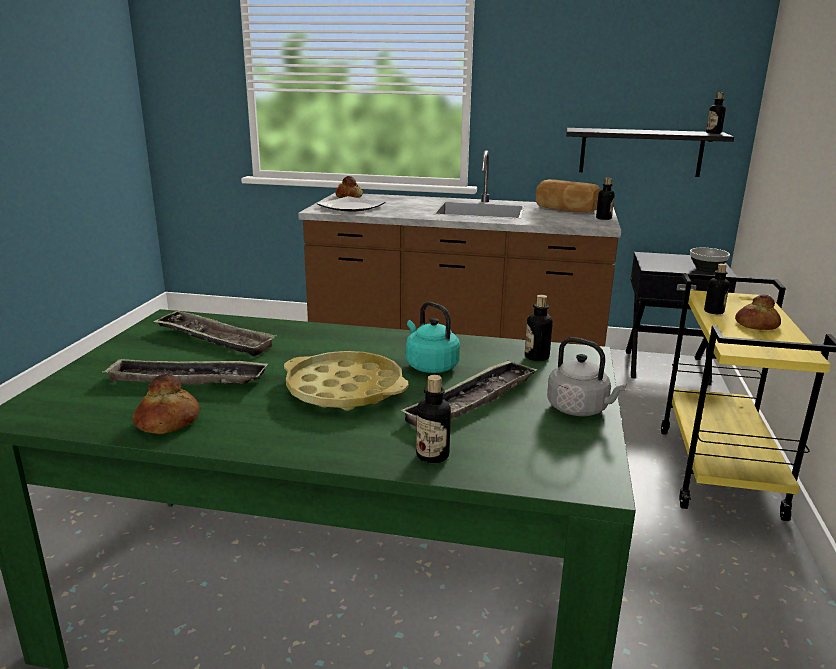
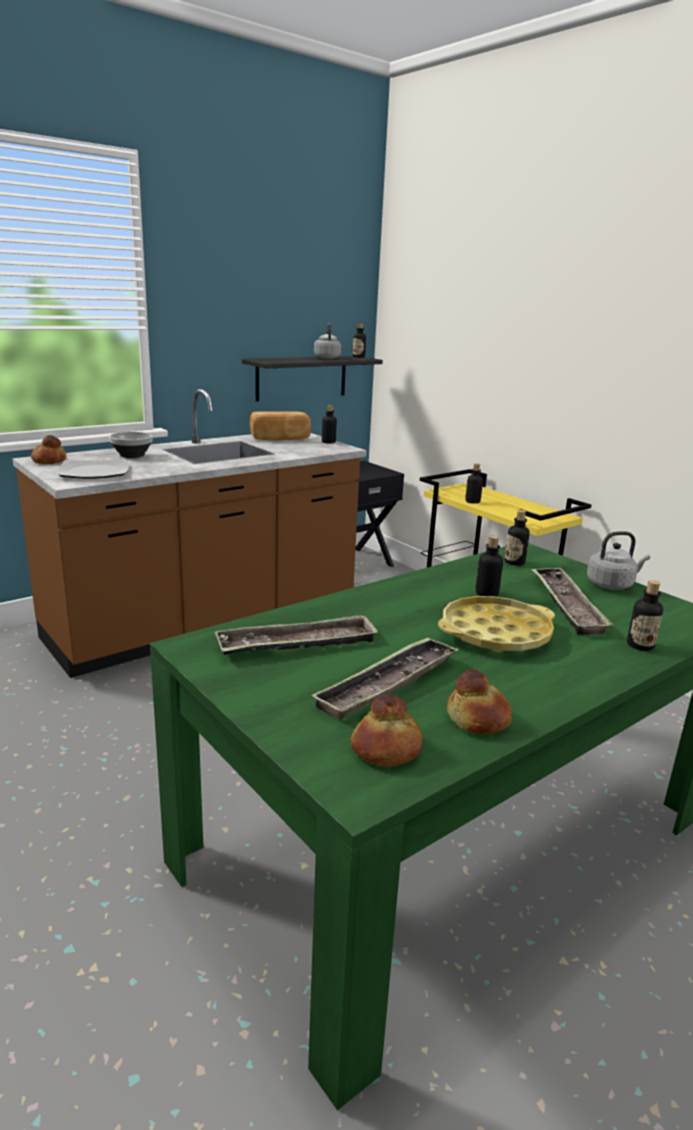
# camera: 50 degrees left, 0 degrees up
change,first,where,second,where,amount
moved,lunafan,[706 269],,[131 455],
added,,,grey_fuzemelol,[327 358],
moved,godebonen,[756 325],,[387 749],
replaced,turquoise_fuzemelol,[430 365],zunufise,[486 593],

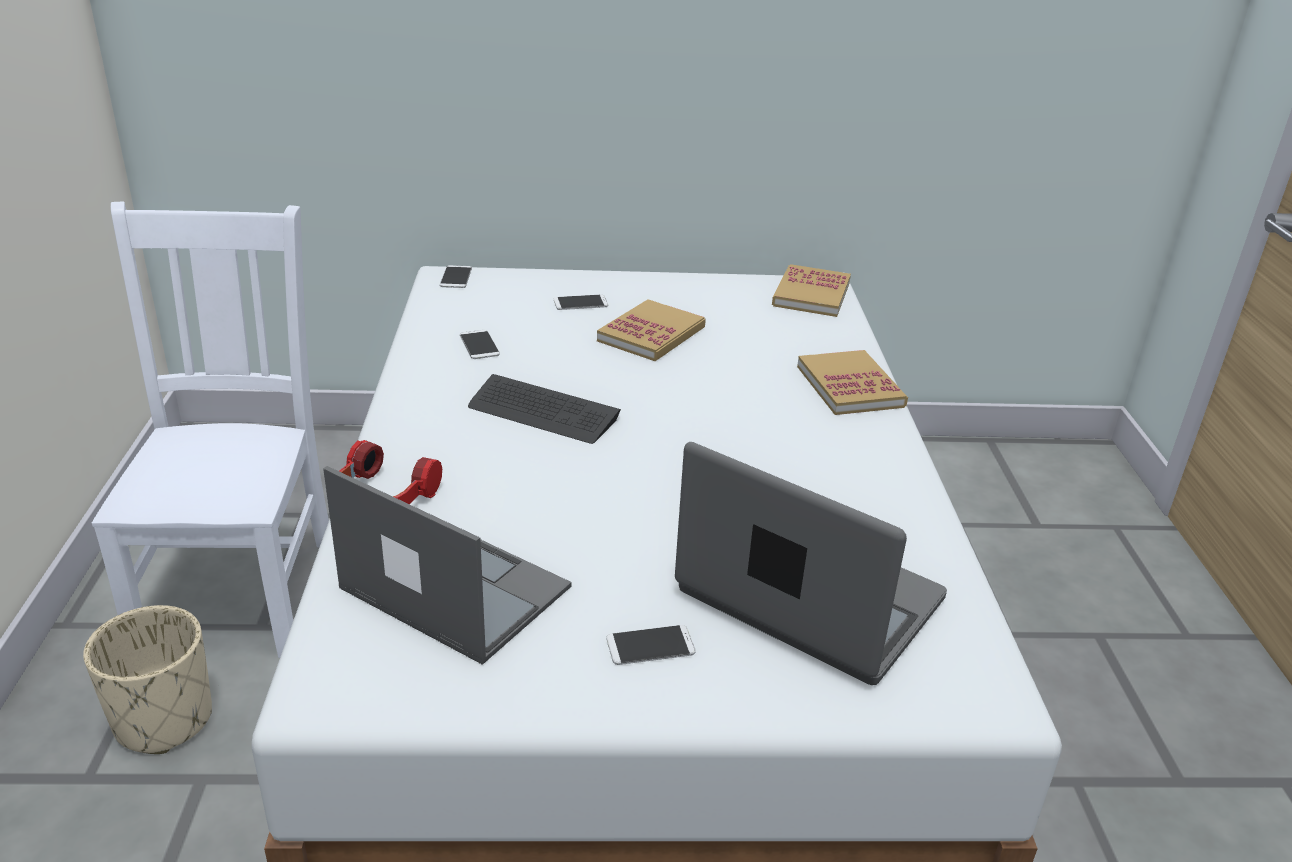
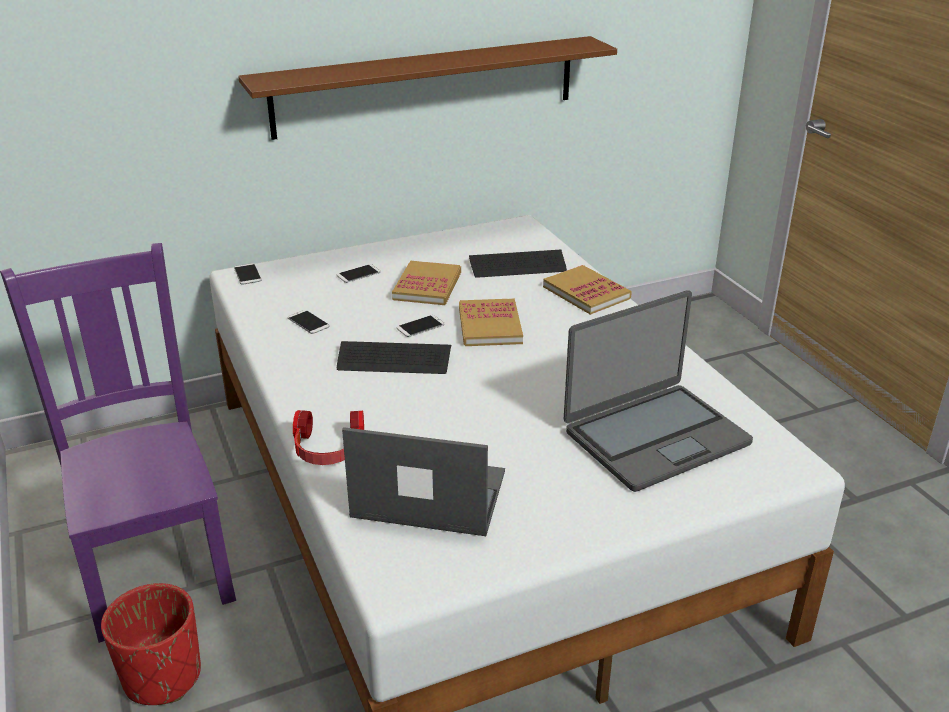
# camera: 20 degrees left, 0 degrees up
change,first,where,second,where,amount
recoloured,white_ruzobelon,[241 589],purple_ruzobelon,[155 564],
recoloured,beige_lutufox,[164 719],red_lutufox,[162 676],
added,,,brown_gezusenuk,[426 86],
moved,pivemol,[650 646],,[420 326],
moved,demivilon,[811 294],,[489 326],
added,,,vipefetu,[517 266],
turned,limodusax,[808 598],,[655 437],135 degrees clockwise

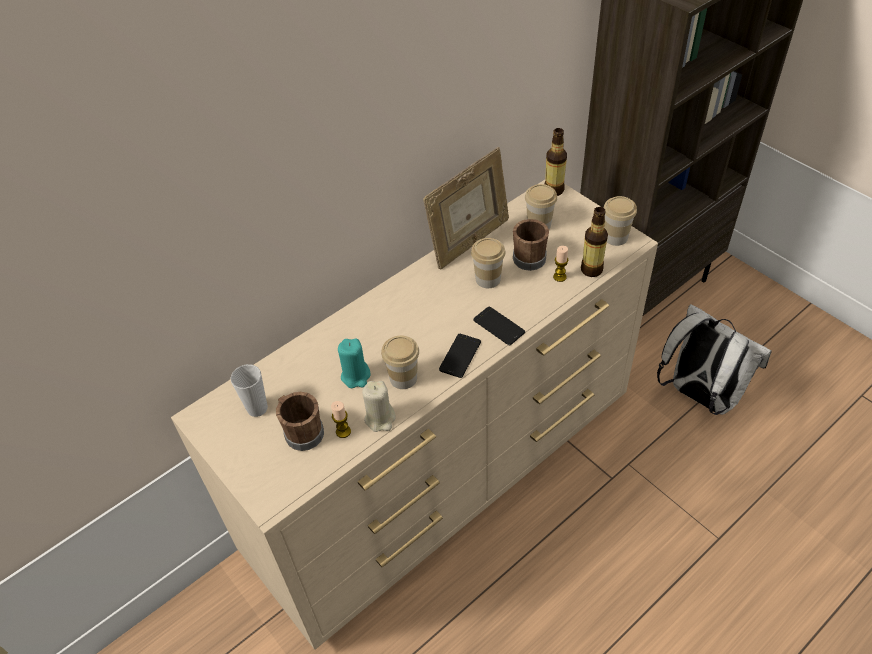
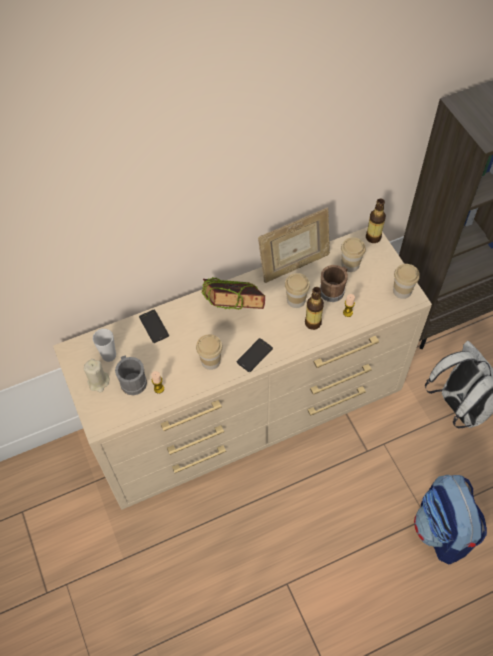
# camera: 15 degrees right, 10 degrees up
change,first,where,second,where,amount
moved,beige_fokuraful,[380 419],,[98 382],
recoloured,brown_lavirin,[301 431],grey_lavirin,[132 381],
moved,pivemol,[499 326],,[154 326],
added,,,demivilon,[233 311],
moved,zunufise,[591 269],,[313 323],
added,,,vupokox,[443 530],
removed,turquoise_fokuraful,[356 376],,,

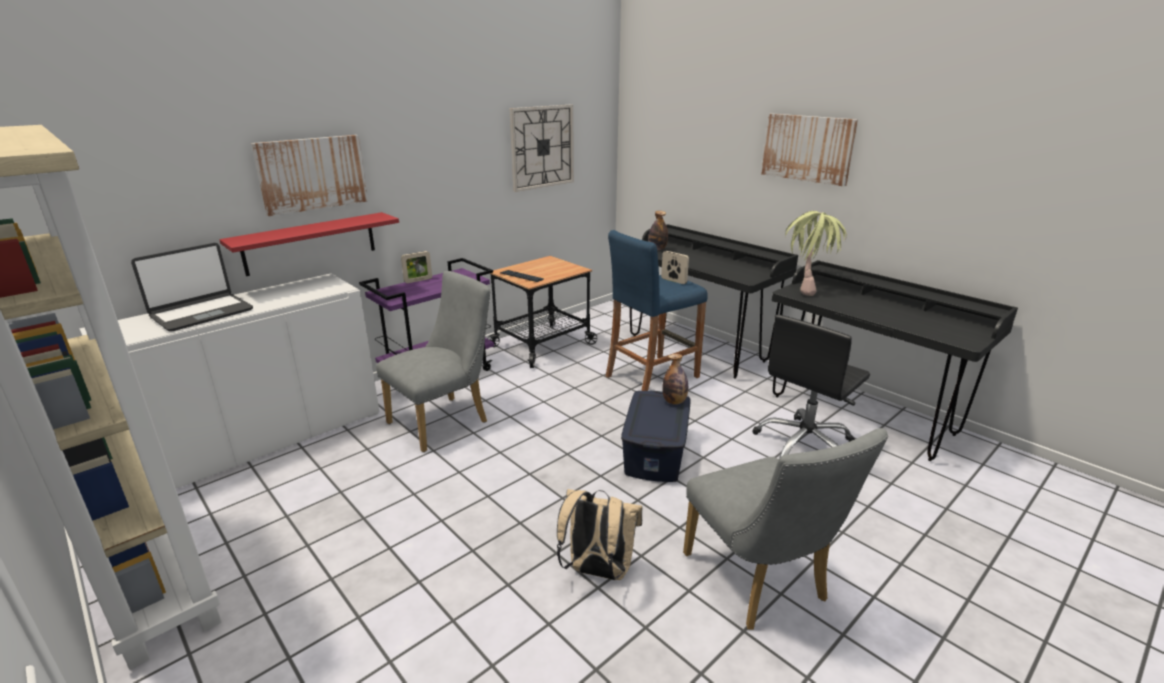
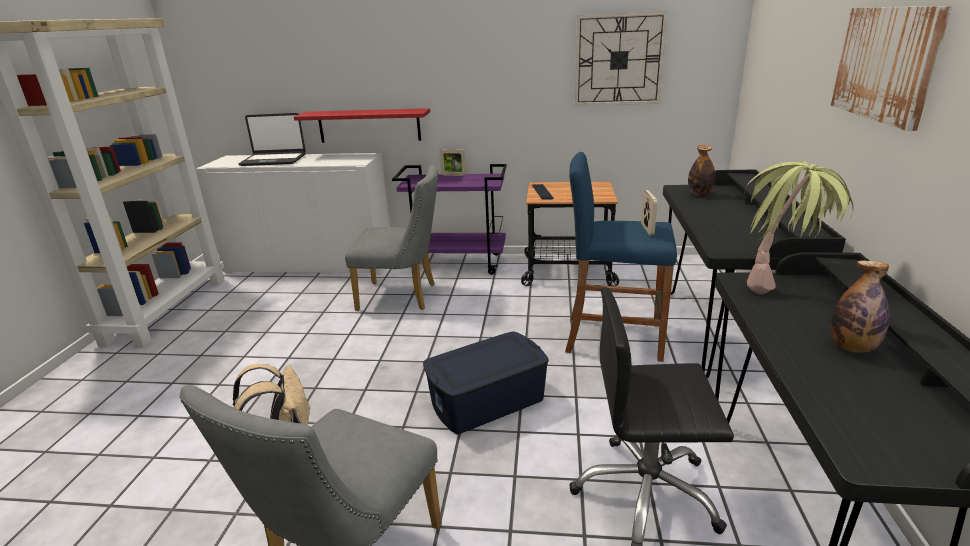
# camera: 50 degrees right, 0 degrees up
change,first,where,second,where,amount
moved,zunufise,[674 401],,[852 347],
removed,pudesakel,[312 173],,,

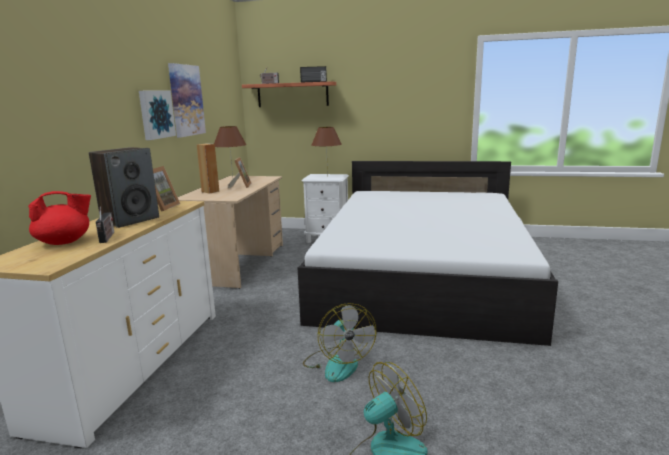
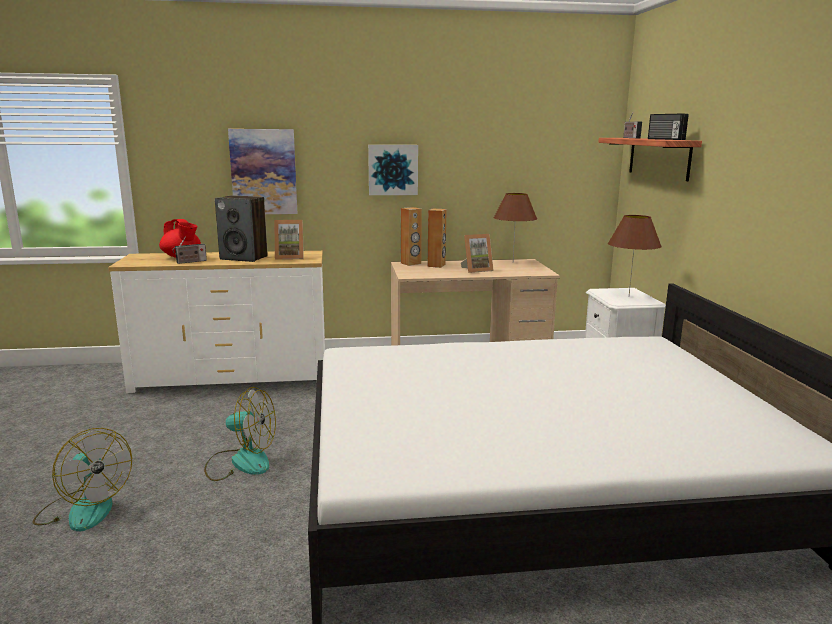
# camera: 70 degrees right, 0 degrees up
change,first,where,second,where,amount
turned,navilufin,[338 363],,[241 462],135 degrees counterclockwise
moved,pudesakel,[186 100],,[263 172],
added,,,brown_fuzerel,[411 263],

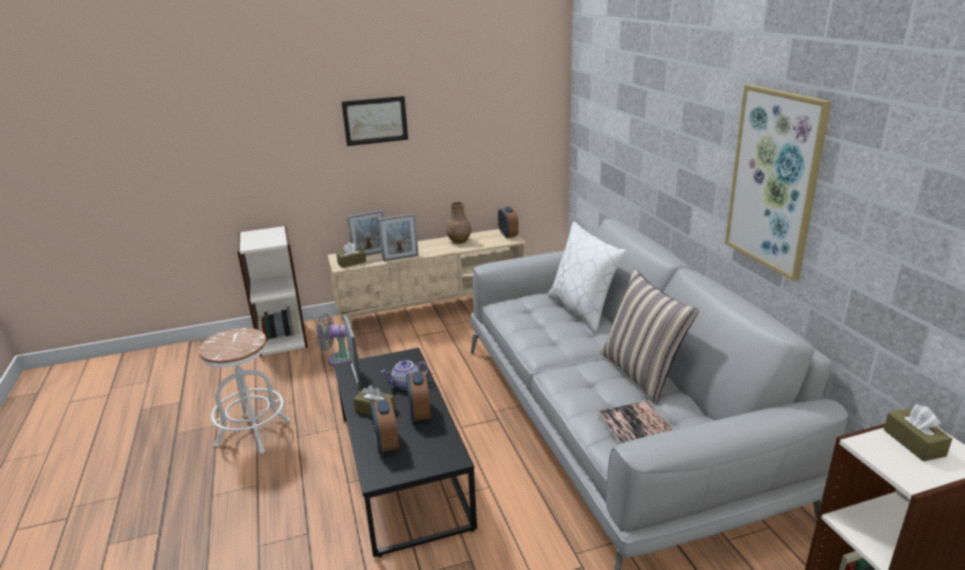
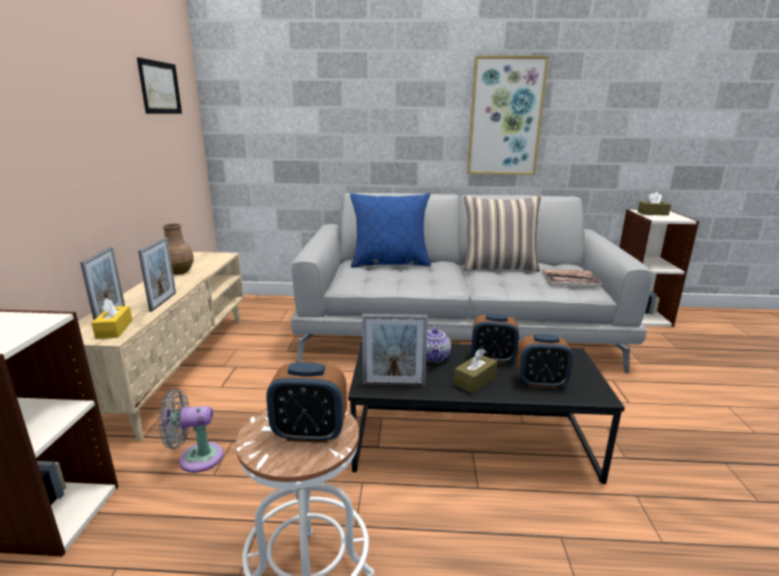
# camera: 70 degrees left, 5 degrees down
change,first,where,second,where,amount
recoloured,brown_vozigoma,[352 262],yellow_vozigoma,[114 329],
moved,pudesakel,[375 120],,[160 87],
turned,grey_navilufin,[338 359],,[196 458],60 degrees clockwise
moved,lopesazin,[508 235],,[309 433],
recoloured,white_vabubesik,[583 309],blue_vabubesik,[390 263],

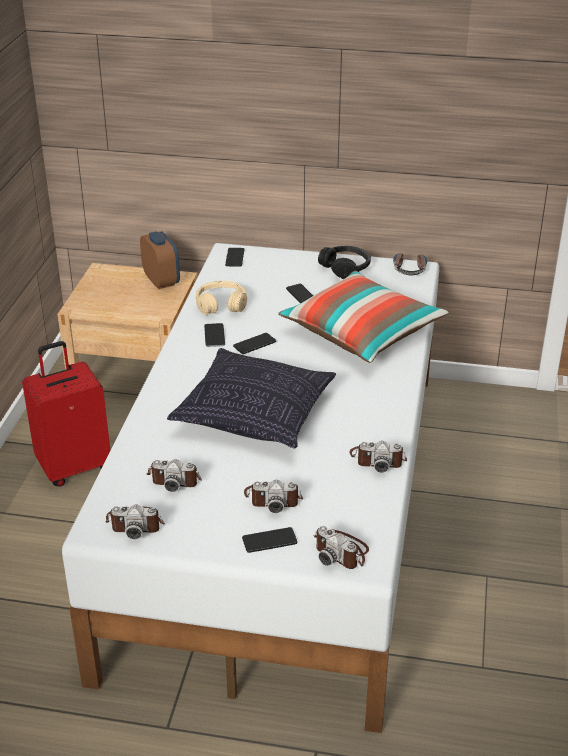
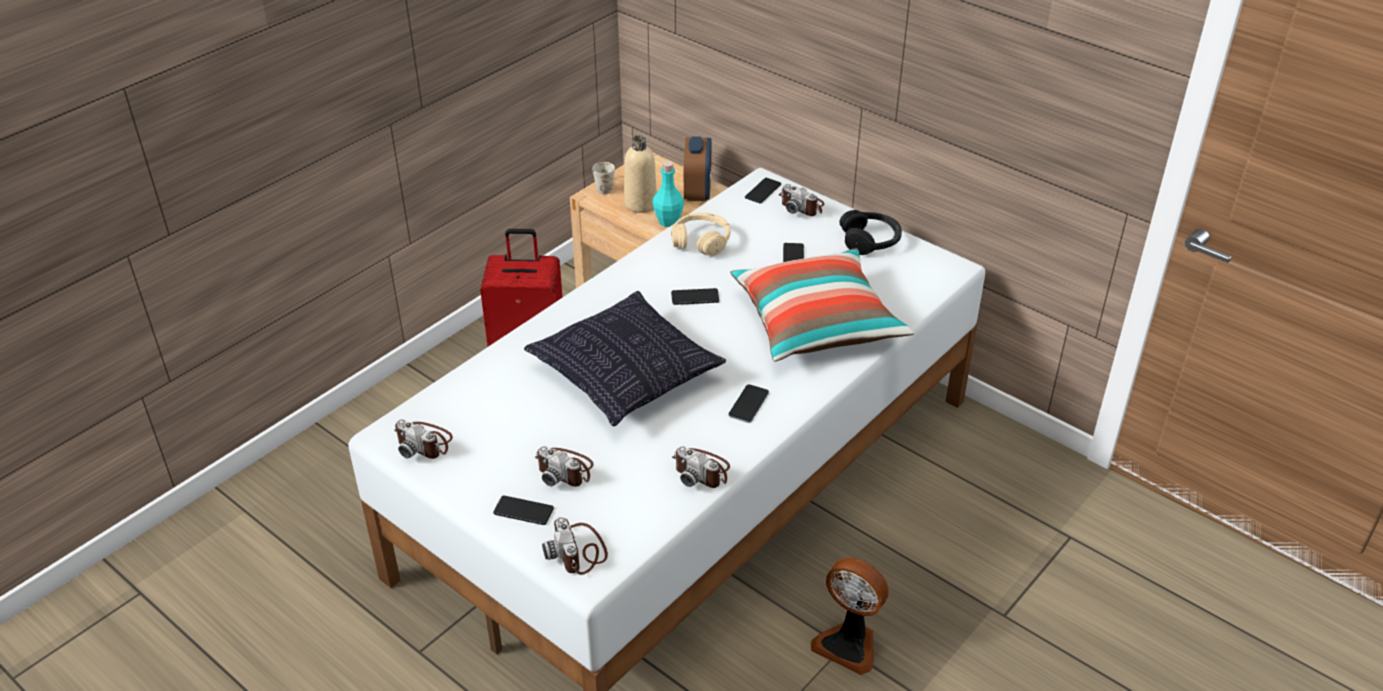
# camera: 30 degrees right, 5 degrees up
change,first,where,second,where,amount
added,,,white_lavirin,[604 187],
added,,,beige_zunufise,[640 204],
added,,,turquoise_zunufise,[668 221],
moved,pivemol,[214 335],,[748 404],
moved,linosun,[175 477],,[802 206],
added,,,navilufin,[848 644],
removed,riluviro,[409 267],,,

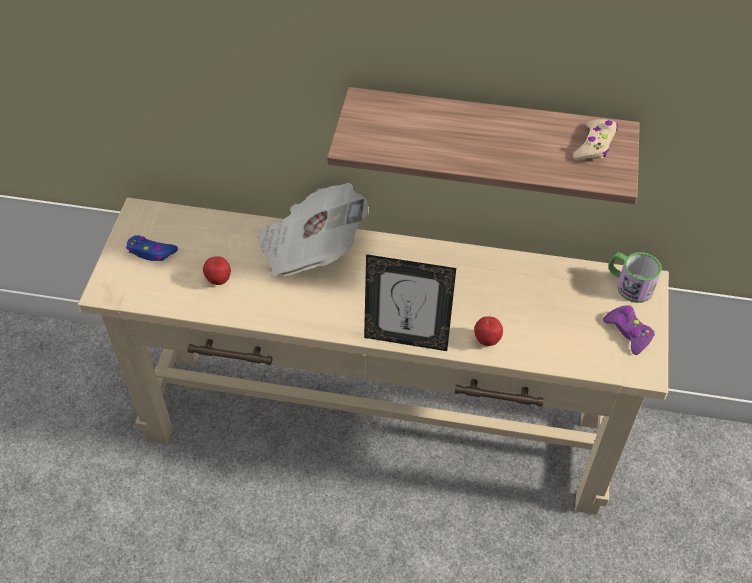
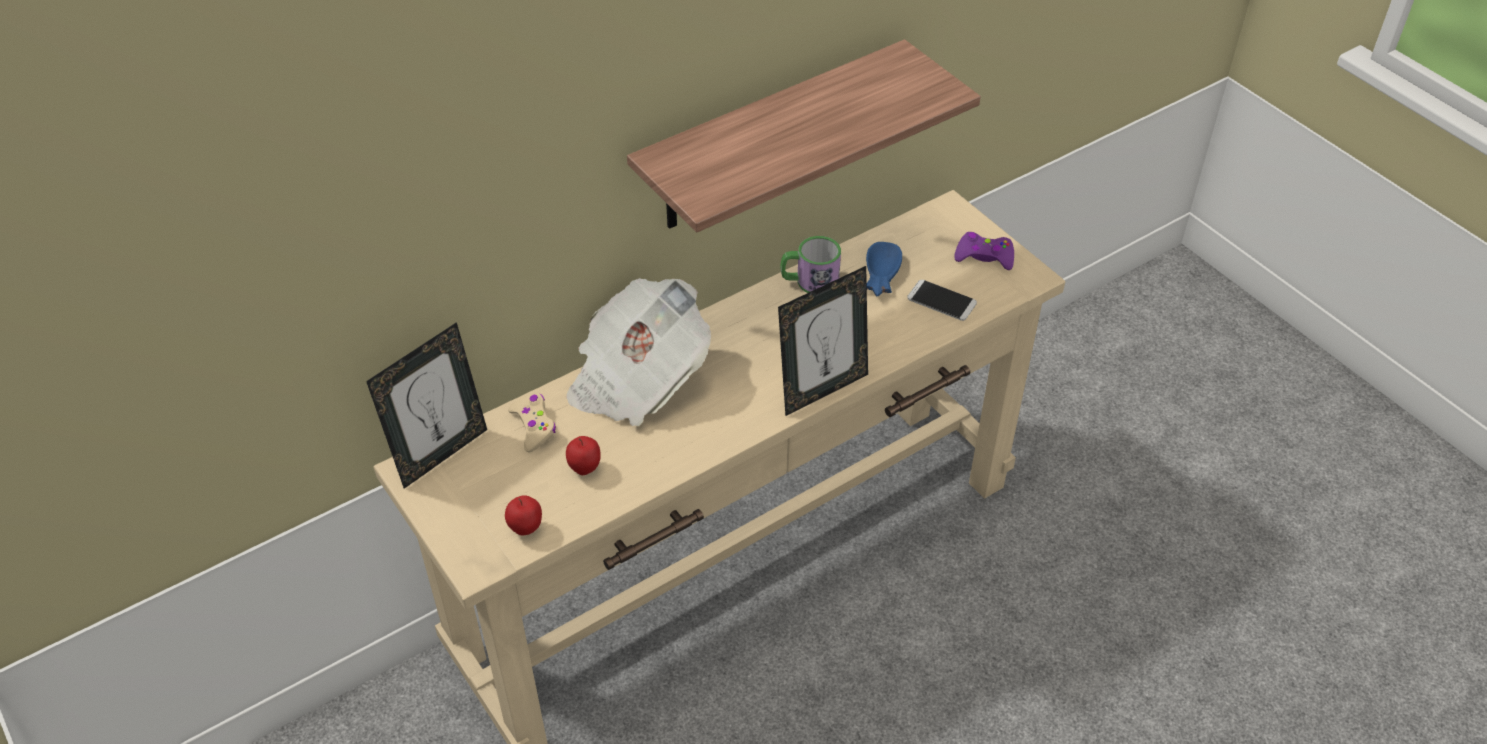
# camera: 45 degrees left, 5 degrees down
change,first,where,second,where,amount
added,,,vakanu,[440 454],
moved,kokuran,[486 341],,[526 529],
moved,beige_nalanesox,[595 145],,[534 426],
moved,lavirin,[629 285],,[809 281],
added,,,blue_lunafan,[879 276],
added,,,pivemol,[941 301],
removed,blue_nalanesox,[151 252],,,

